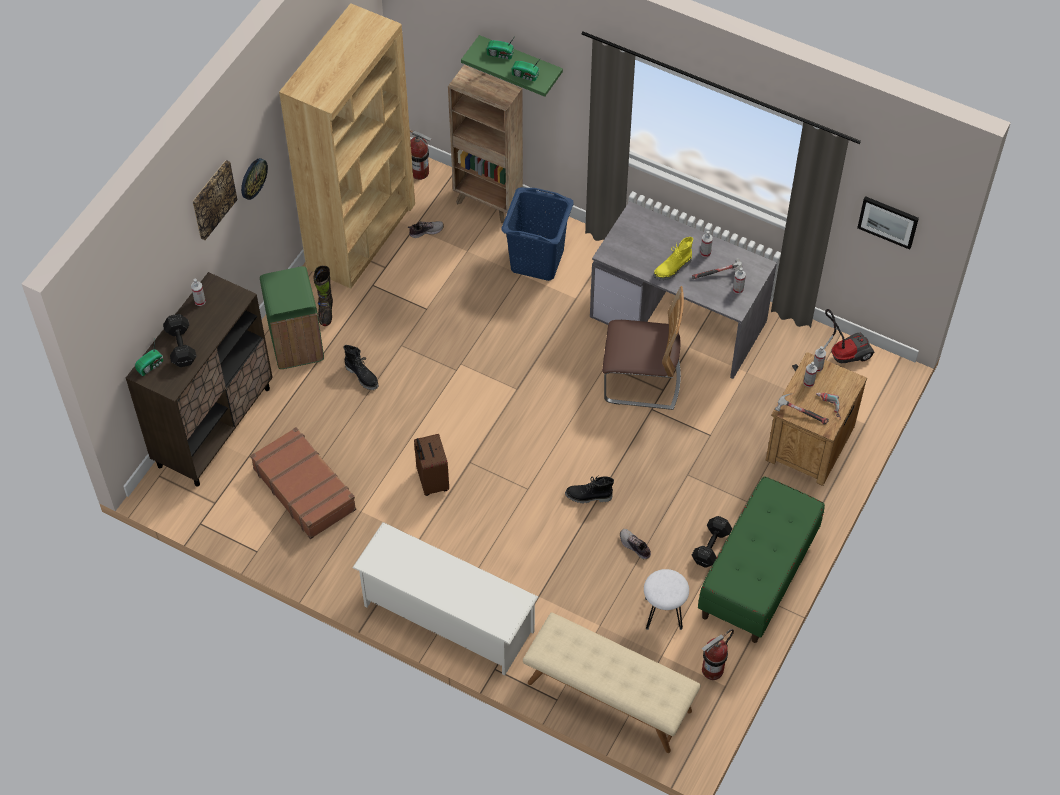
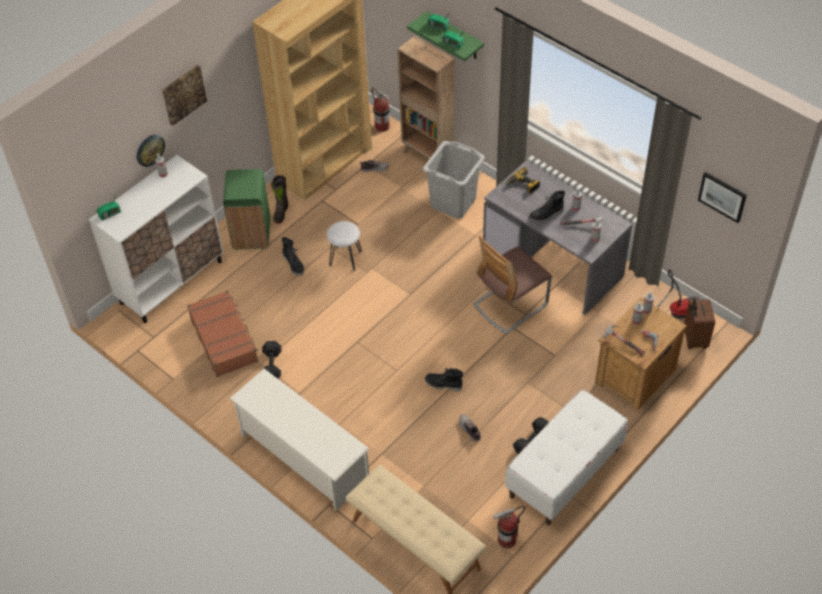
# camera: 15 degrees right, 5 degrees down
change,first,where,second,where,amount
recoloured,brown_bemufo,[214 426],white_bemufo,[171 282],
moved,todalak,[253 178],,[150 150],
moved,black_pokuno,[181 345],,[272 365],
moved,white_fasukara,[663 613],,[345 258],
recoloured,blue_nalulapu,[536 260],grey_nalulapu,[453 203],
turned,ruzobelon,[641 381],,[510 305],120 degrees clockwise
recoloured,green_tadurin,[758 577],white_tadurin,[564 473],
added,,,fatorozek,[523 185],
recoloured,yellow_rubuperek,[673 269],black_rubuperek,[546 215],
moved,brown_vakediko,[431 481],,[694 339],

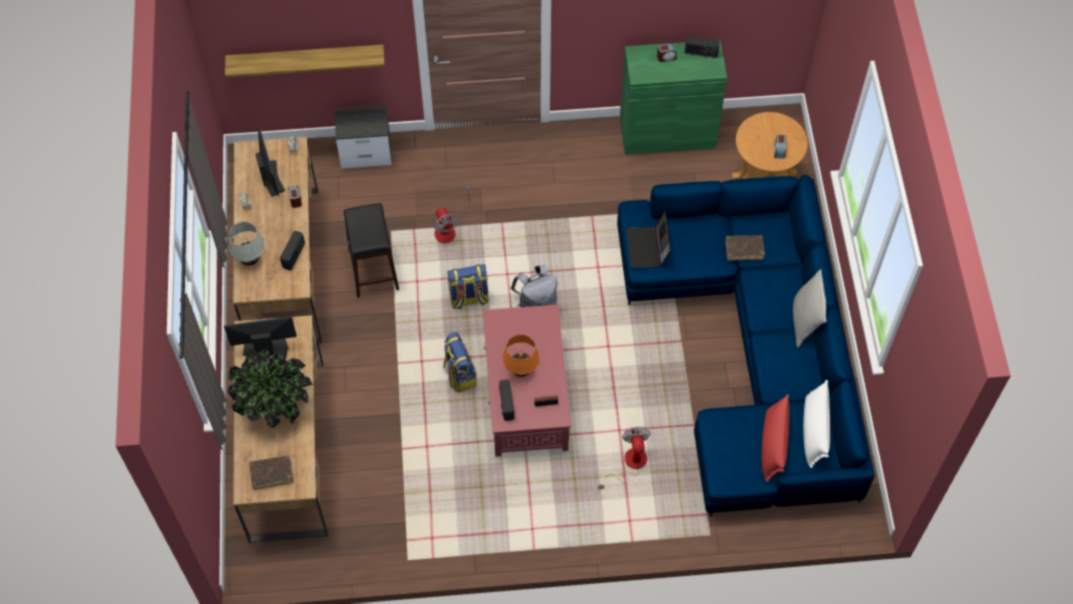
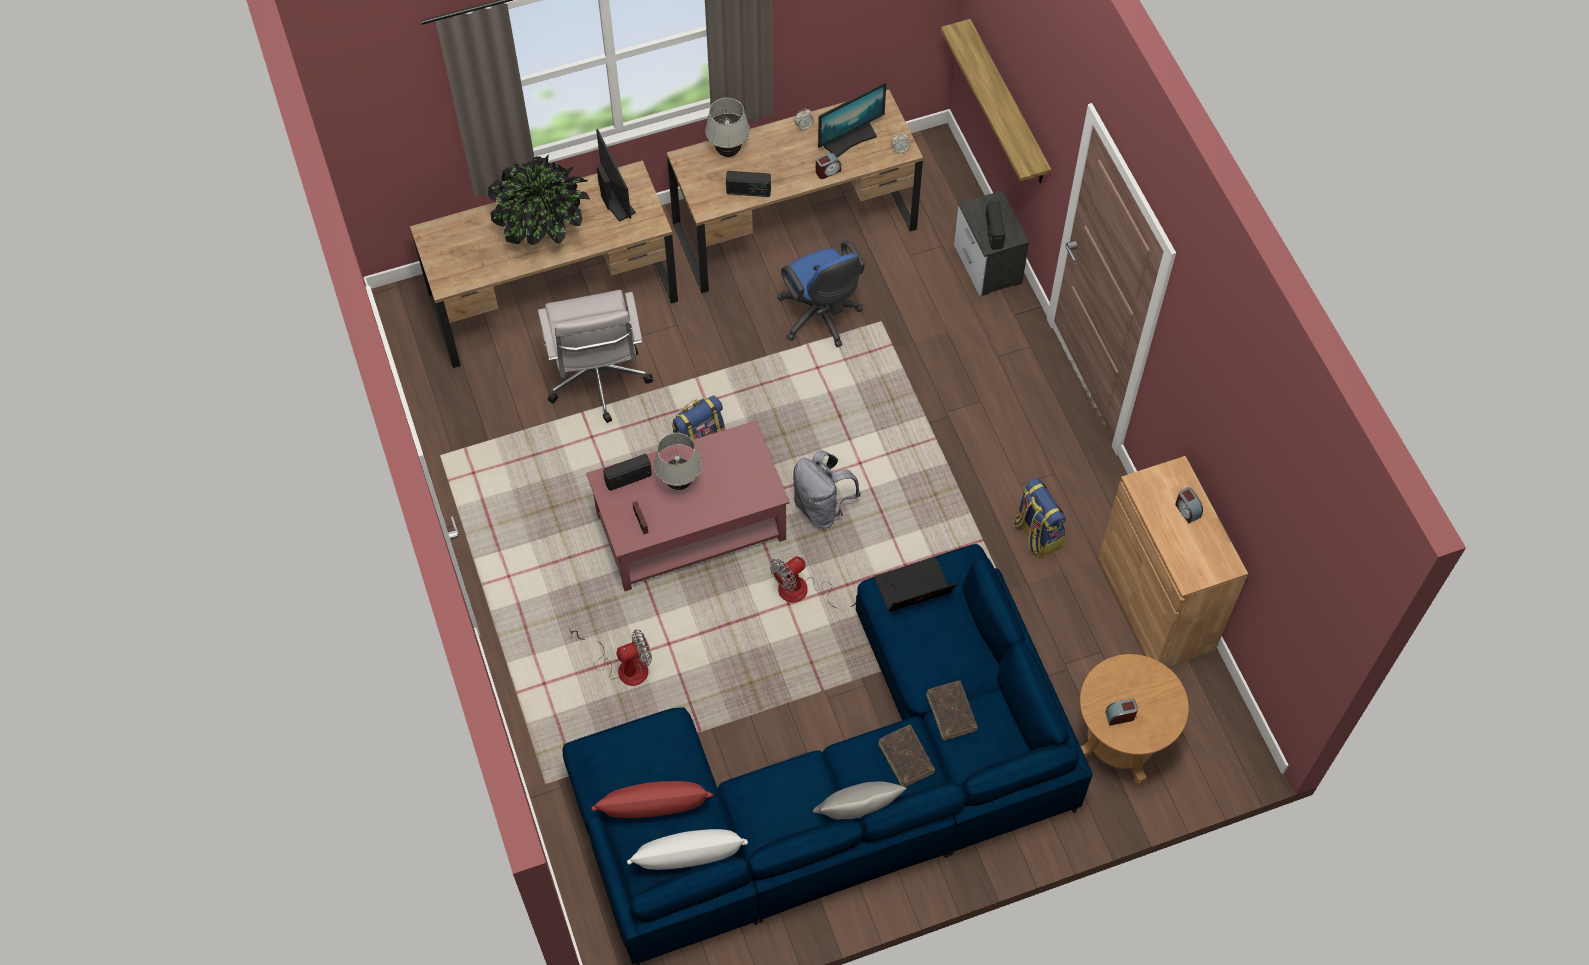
# camera: 75 degrees right, 0 degrees up
change,first,where,second,where,amount
added,,,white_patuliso,[599 383],
recoloured,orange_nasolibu,[521 371],white_nasolibu,[679 483],
moved,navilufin,[449 228],,[804 592],
replaced,black_fasukara,[374 269],blue_patuliso,[821 318],
moved,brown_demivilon,[272 474],,[906 758],
moved,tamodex,[701 52],,[993 232],
moved,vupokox,[468 299],,[1037 534],
recoloured,green_bemufo,[667 132],brown_bemufo,[1156 603],

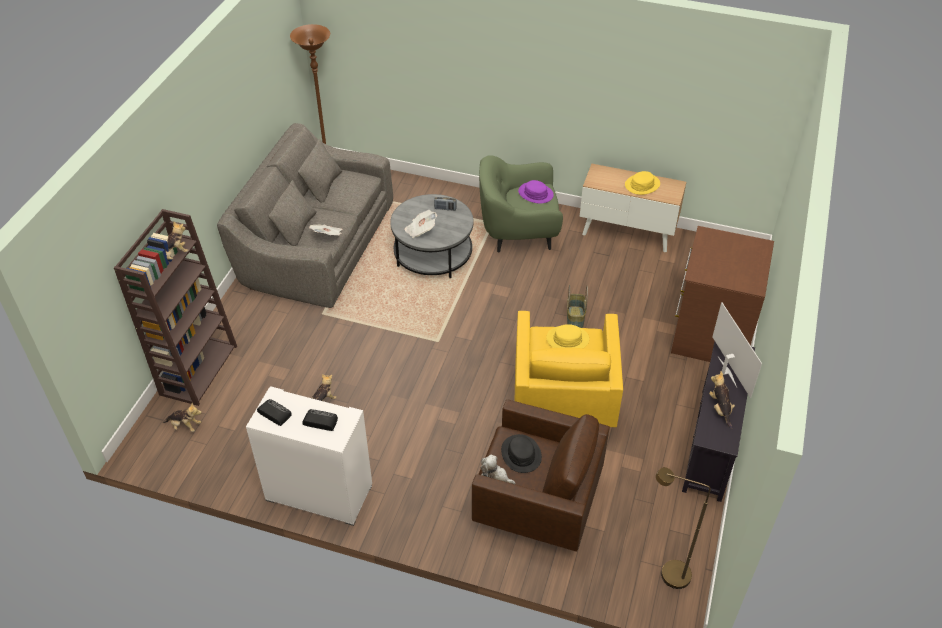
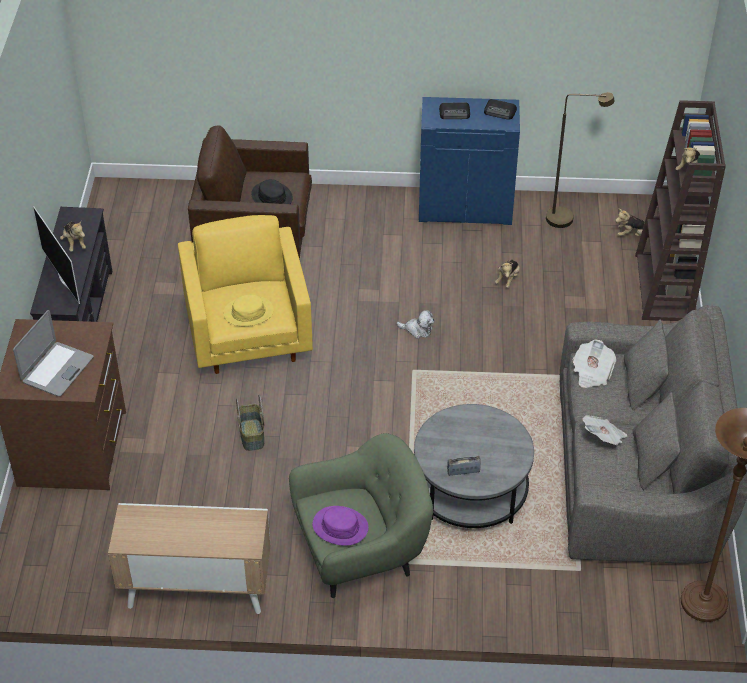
# camera: 165 degrees right, 0 degrees up
change,first,where,second,where,amount
added,,,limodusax,[57 369],
moved,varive,[495 476],,[417 330],
recoloured,white_bemufo,[318 493],blue_bemufo,[465 207],
moved,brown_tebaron,[667 573],,[567 218],
moved,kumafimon,[420 230],,[604 438],
removed,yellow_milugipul,[642 184],,,

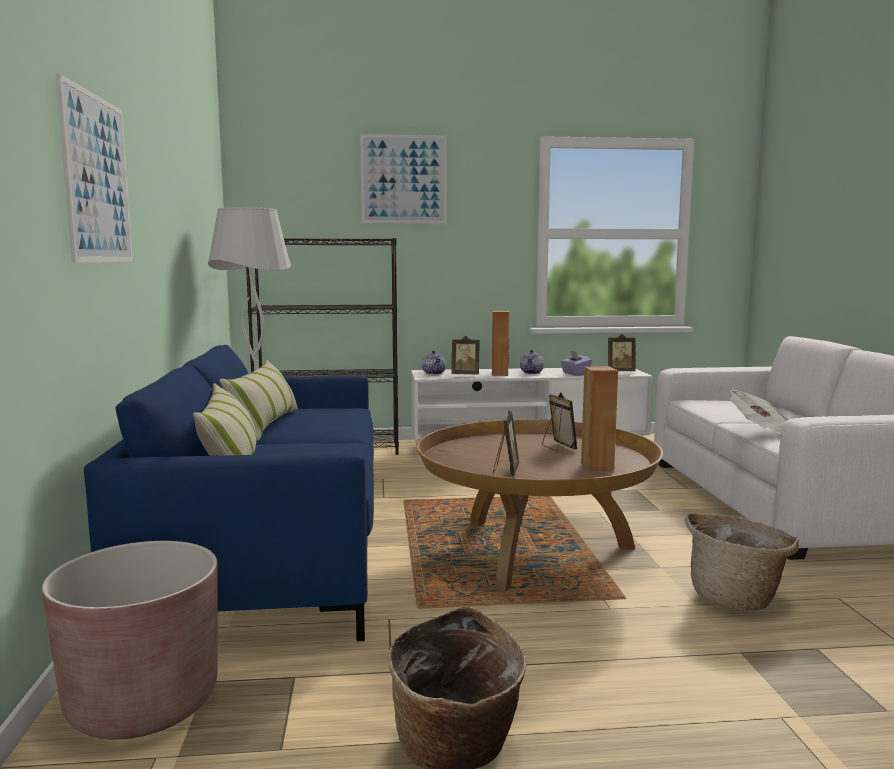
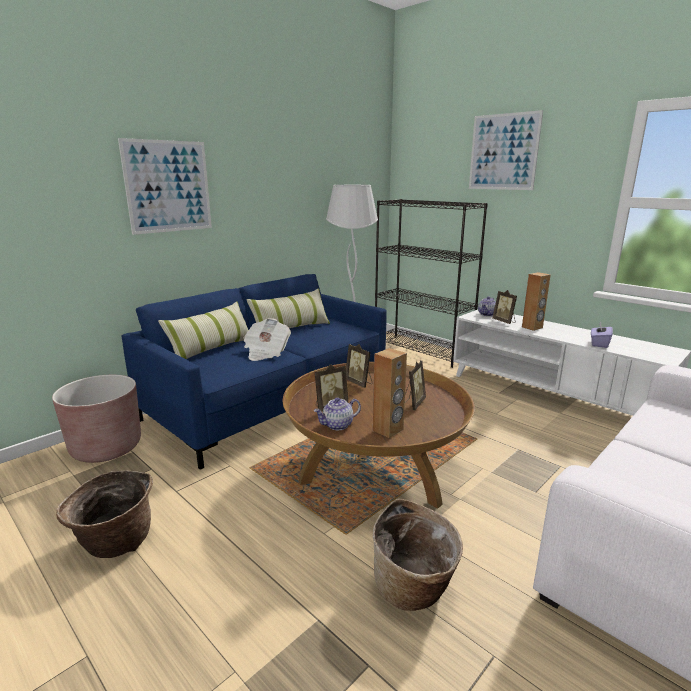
# camera: 50 degrees right, 10 degrees up
change,first,where,second,where,amount
moved,kumafimon,[762 432],,[266 352],
moved,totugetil,[532 372],,[337 425],
moved,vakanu,[620 372],,[359 383],

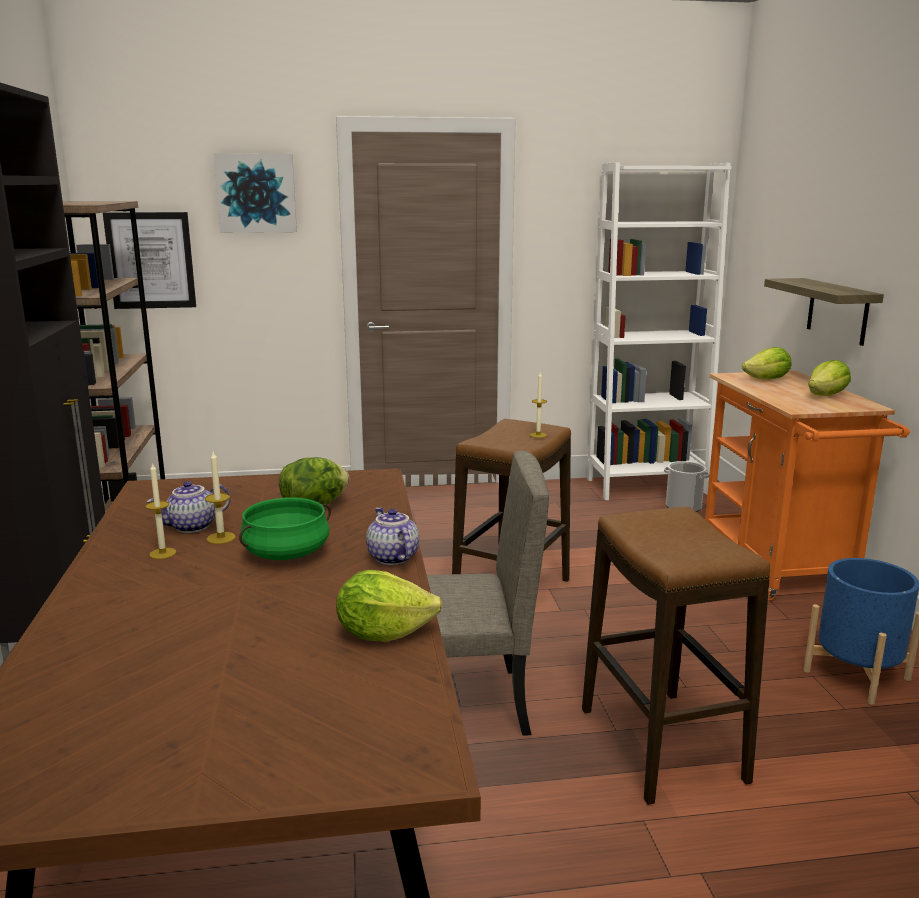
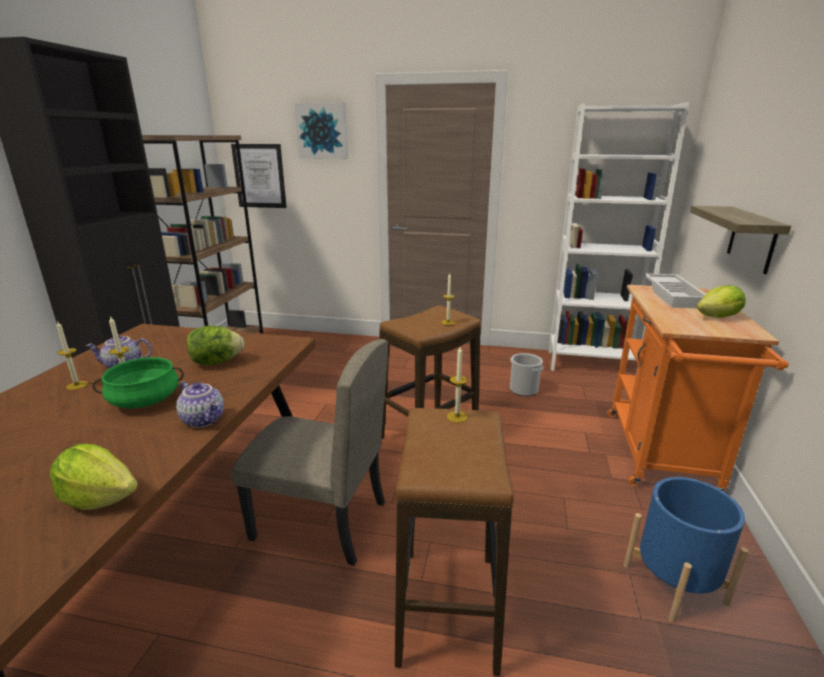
# camera: 20 degrees right, 5 degrees up
change,first,where,second,where,amount
turned,totugetil,[391 558],,[204 420],135 degrees clockwise
added,,,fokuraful,[457 417],
moved,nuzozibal,[683 507],,[524 390],
replaced,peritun,[767 380],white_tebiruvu,[674 295],

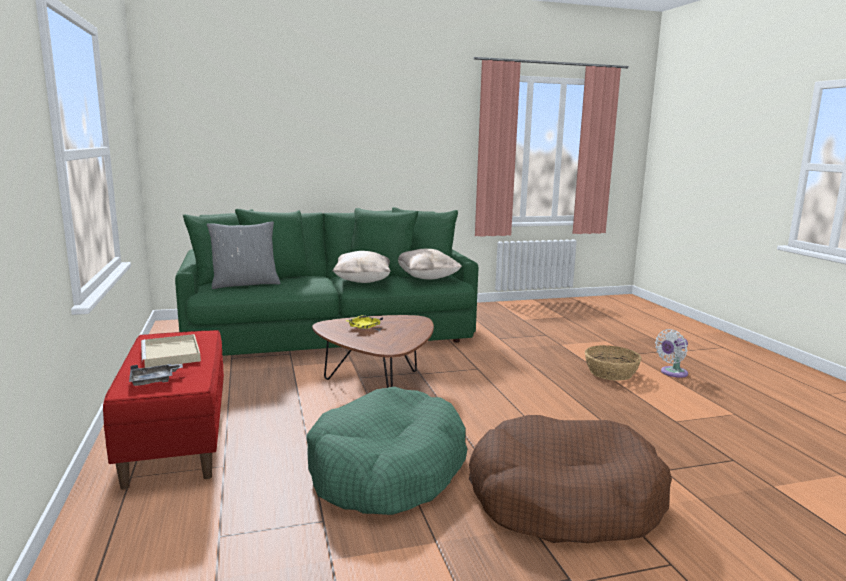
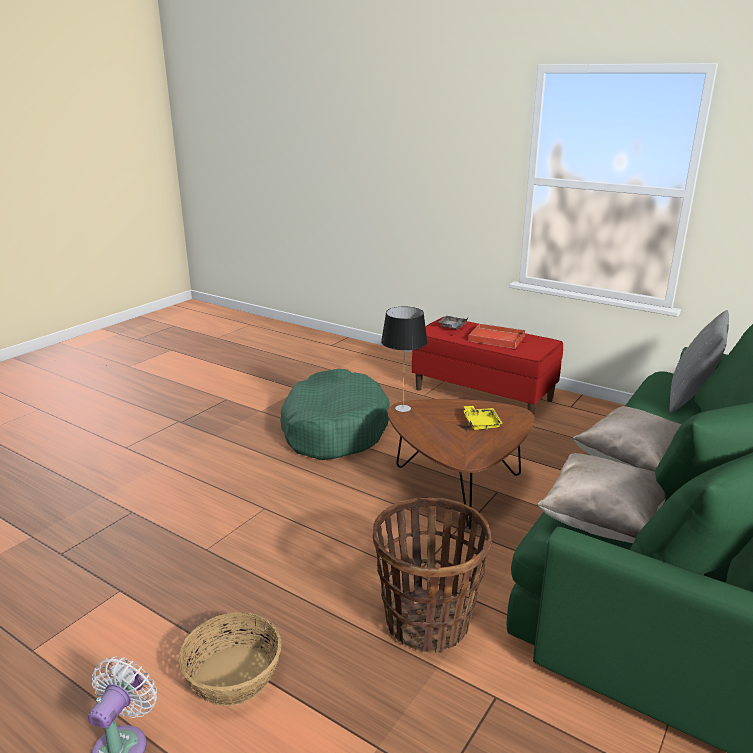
# camera: 140 degrees right, 10 degrees up
change,first,where,second,where,amount
added,,,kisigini,[427 621],
added,,,nasolibu,[403 408],
recoloured,beige_tebiruvu,[171 354],red_tebiruvu,[495 338],
removed,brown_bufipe,[564 499],,,

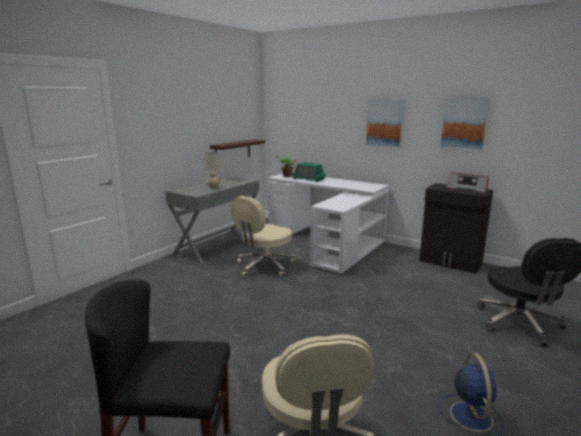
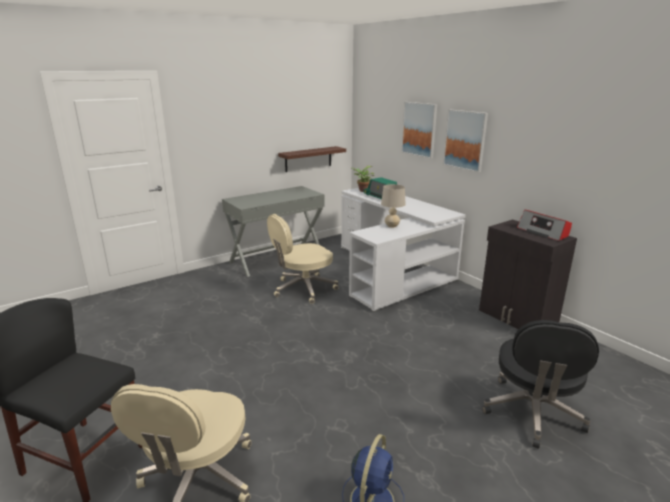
# camera: 20 degrees right, 5 degrees up
change,first,where,second,where,amount
moved,beige_nasolibu,[213 187],,[392 226],
moved,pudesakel,[464 122],,[419 129],

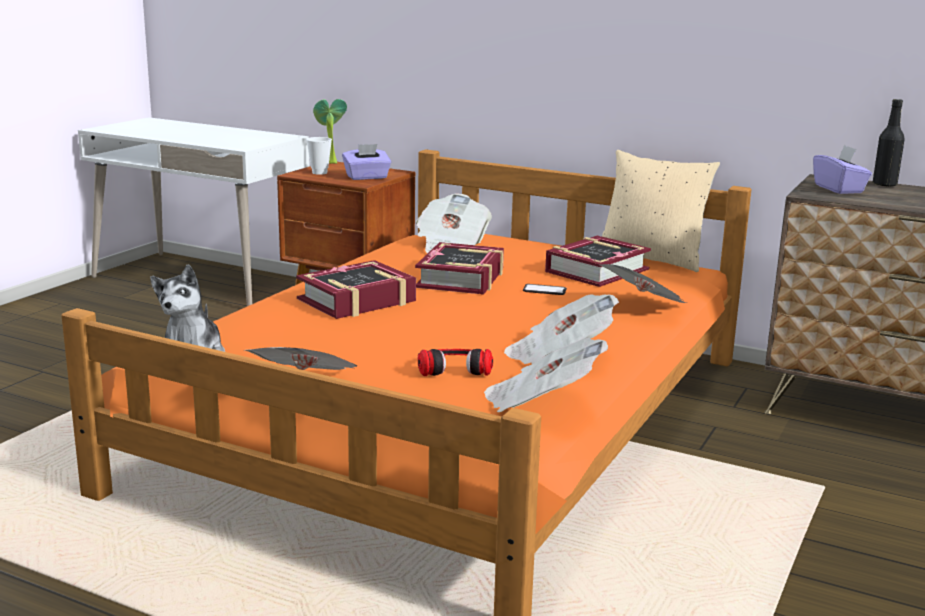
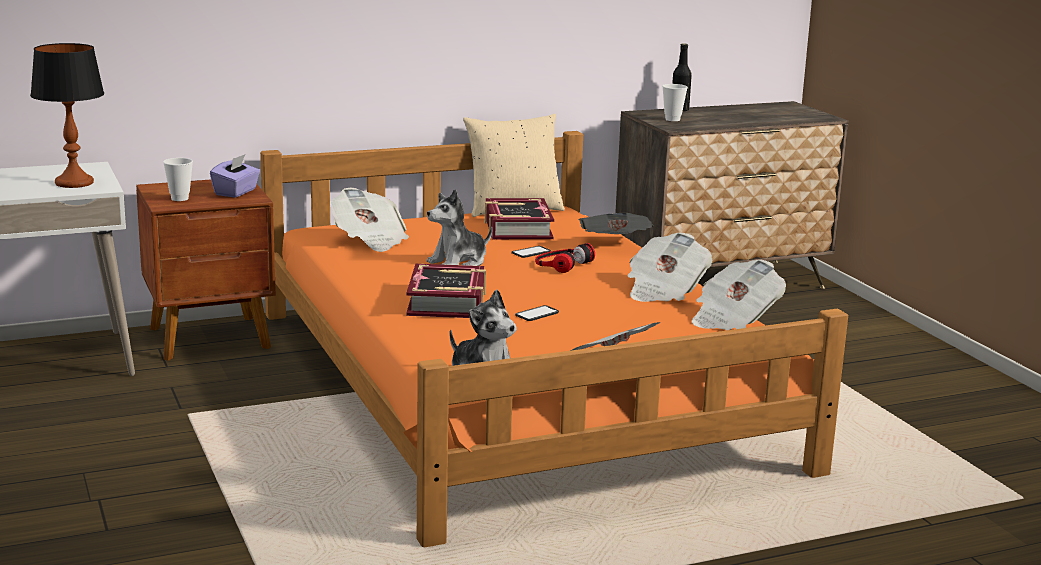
# camera: 50 degrees left, 0 degrees up
change,first,where,second,where,amount
added,,,nasolibu,[74 183],
replaced,demivilon,[461 279],varive,[458 262],
added,,,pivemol,[537 314],
moved,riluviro,[453 367],,[561 264],
replaced,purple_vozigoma,[839 189],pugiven,[672 119],
removed,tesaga,[330 163],,,

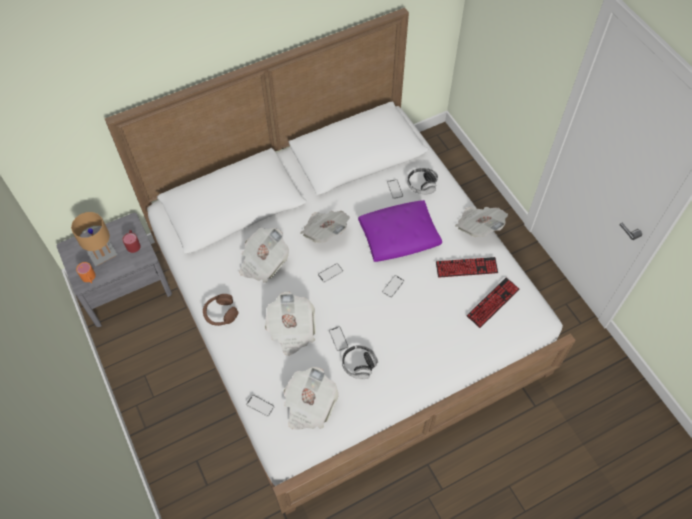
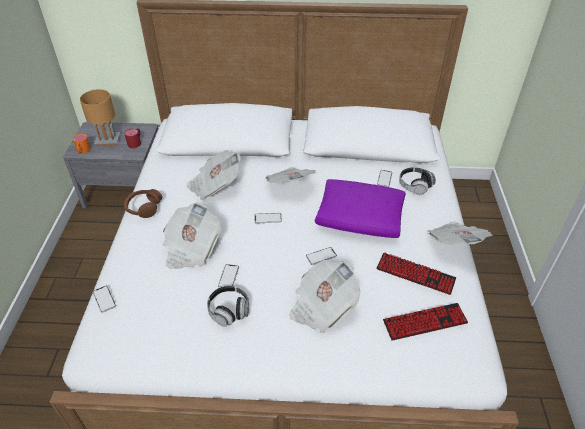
# camera: 30 degrees right, 15 degrees down
change,first,where,second,where,amount
moved,kumafimon,[309 406],,[322 307],

